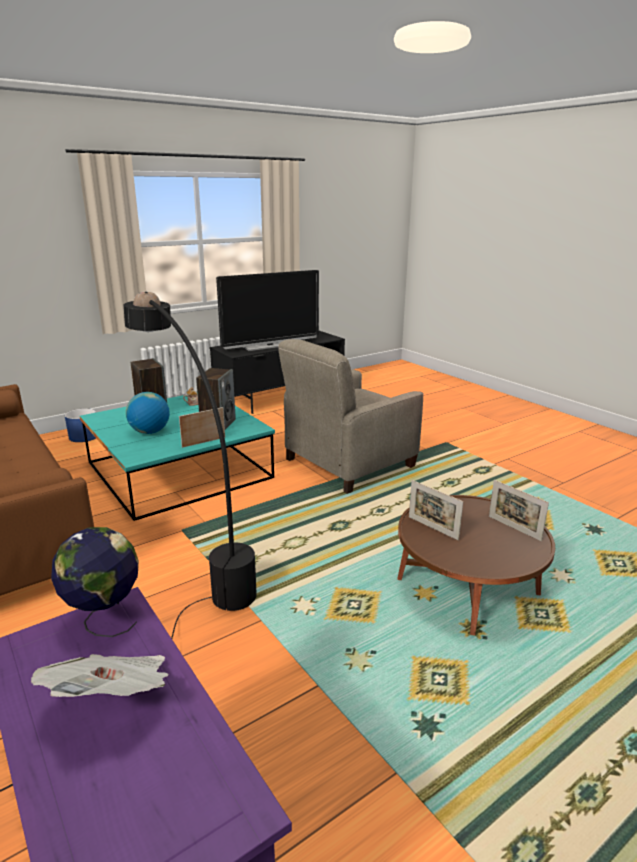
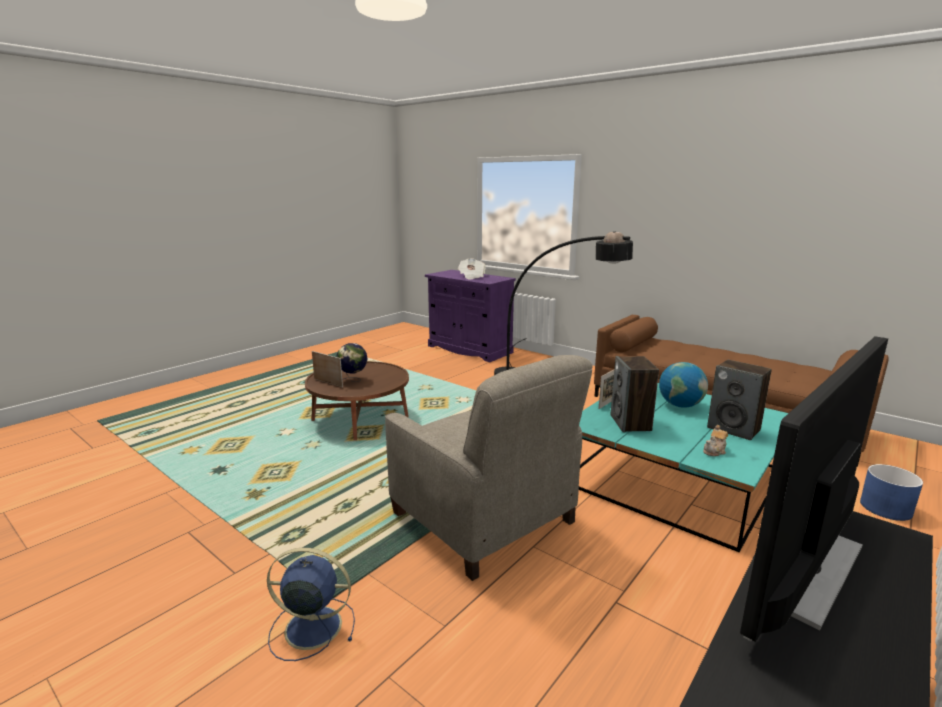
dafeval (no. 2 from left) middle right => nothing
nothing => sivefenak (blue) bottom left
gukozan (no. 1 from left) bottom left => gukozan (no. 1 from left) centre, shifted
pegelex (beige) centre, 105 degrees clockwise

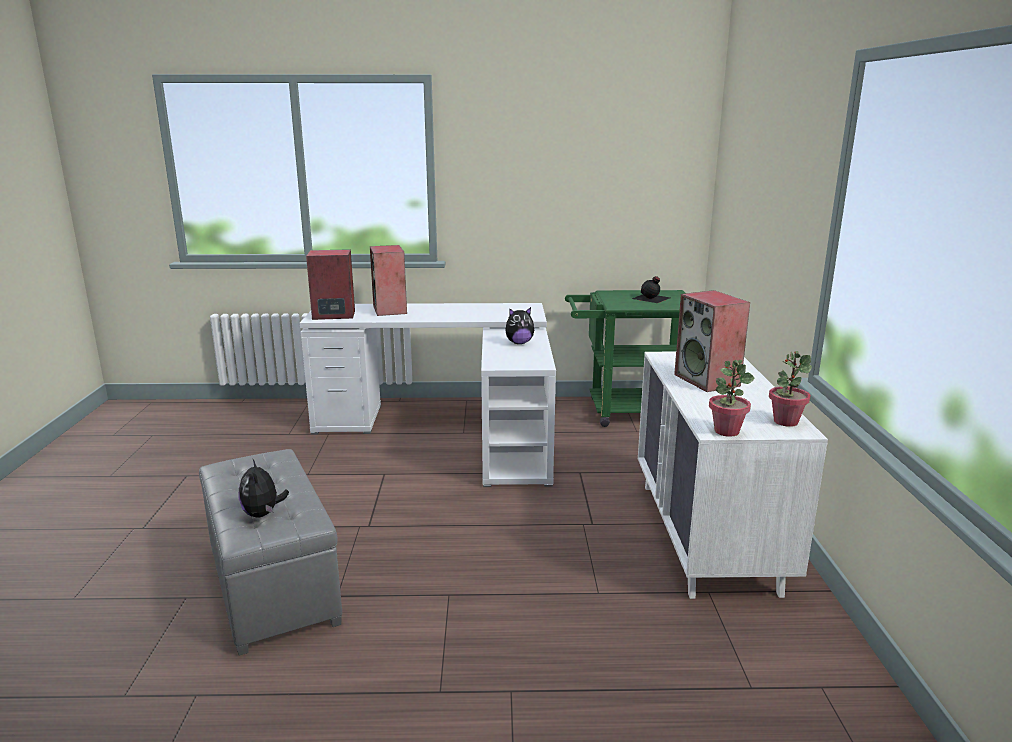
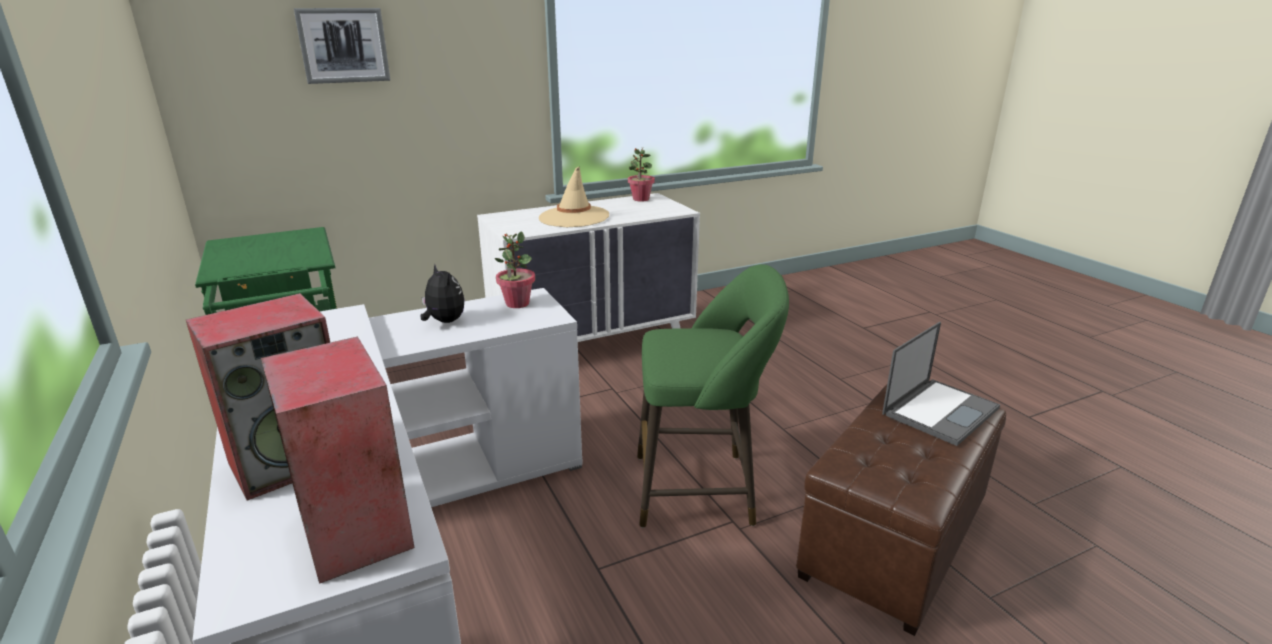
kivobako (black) centre => nothing
nothing => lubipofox top left
nothing => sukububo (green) centre
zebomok (no. 1 from left) middle right => zebomok (no. 1 from left) centre, shifted
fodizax (no. 1 from left) middle left => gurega middle right
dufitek (no. 3 from left) middle right => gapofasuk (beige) top centre
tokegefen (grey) bottom left => tokegefen (brown) bottom right

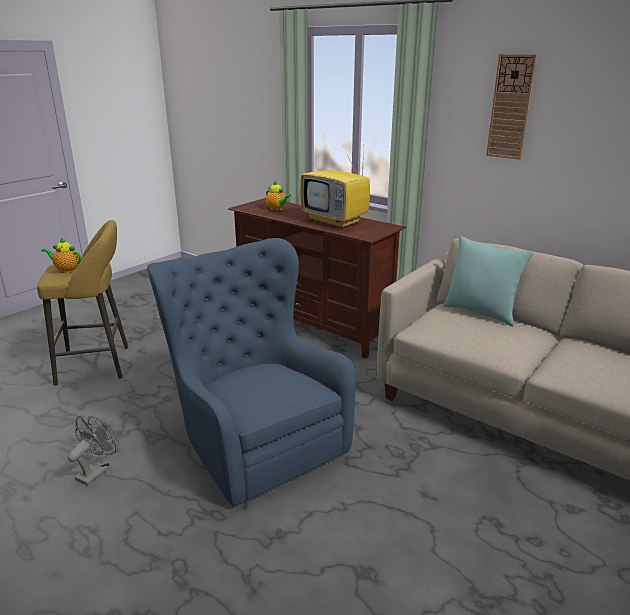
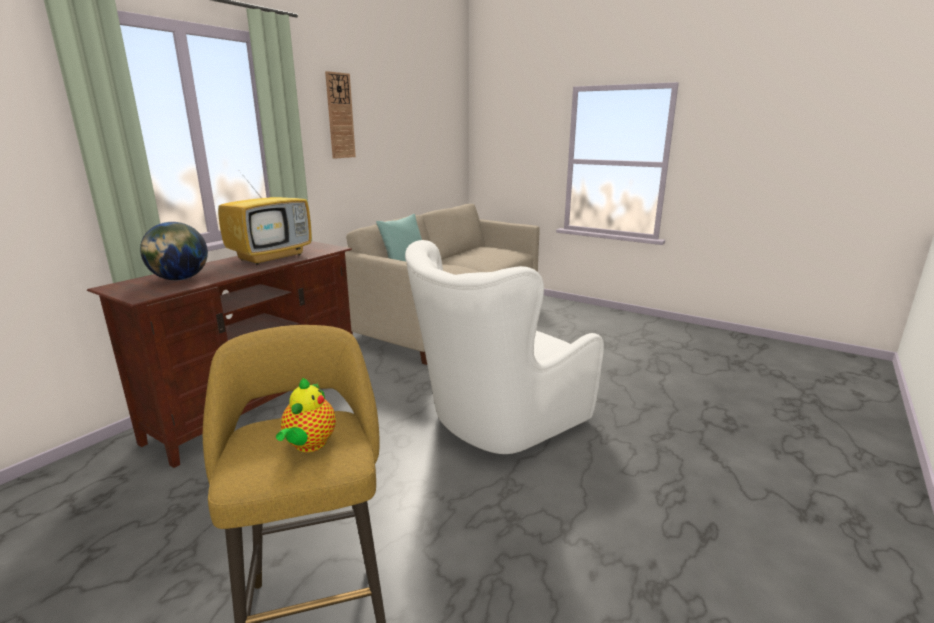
sivefenak (grey) bottom left => nothing
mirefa (no. 2 from left) top centre => gukozan middle left
pegelex (blue) centre => pegelex (white) centre

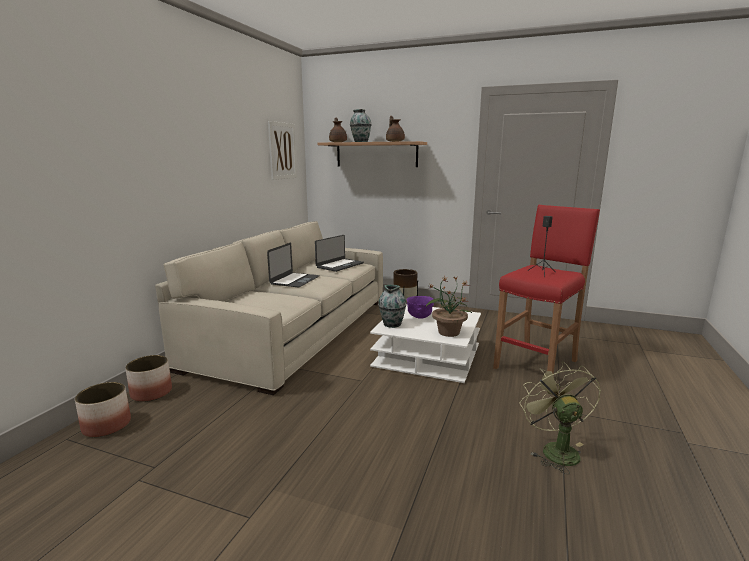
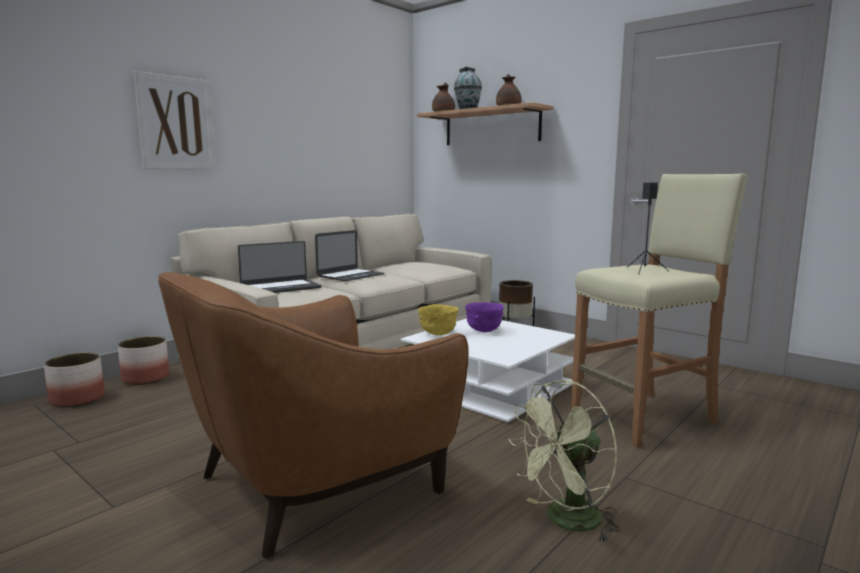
zebomok centre => nothing
nothing => pegelex (brown) bottom centre
lubipofox top centre => lubipofox top left, shifted
gurega (no. 2 from left in the first image) centre => gurega (no. 1 from left) middle left, shifted
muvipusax (no. 2 from left) centre => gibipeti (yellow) centre
sukububo (red) middle right => sukububo (beige) middle right
sivefenak (green) bottom right => sivefenak (green) bottom centre, 135 degrees counterclockwise

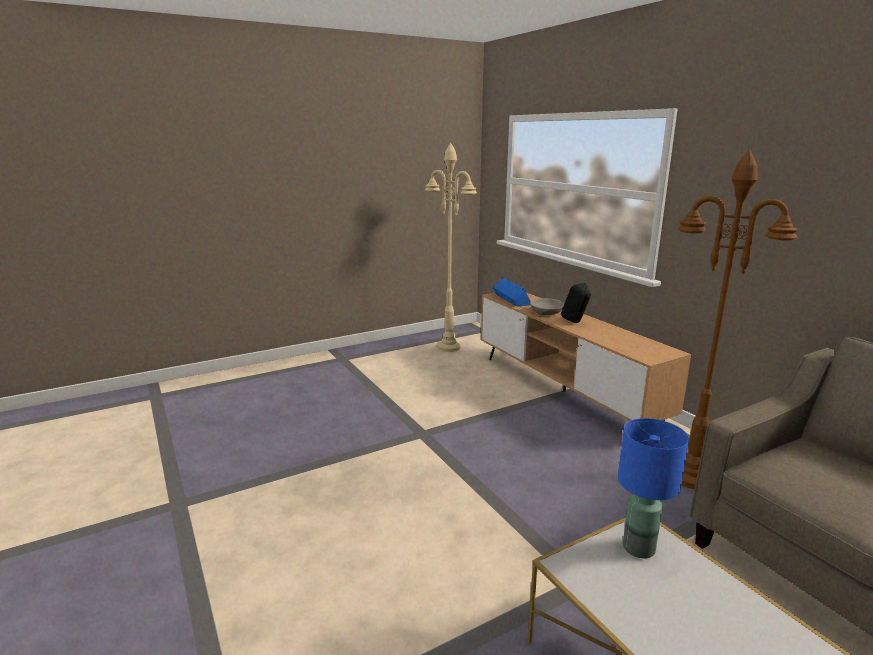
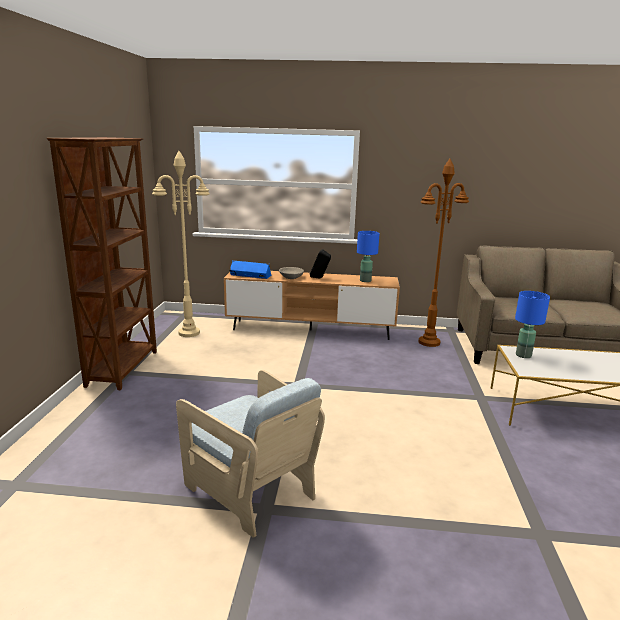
nothing => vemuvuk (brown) middle left
nothing => pegelex (beige) bottom centre
nothing => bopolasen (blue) (no. 1 from left) centre

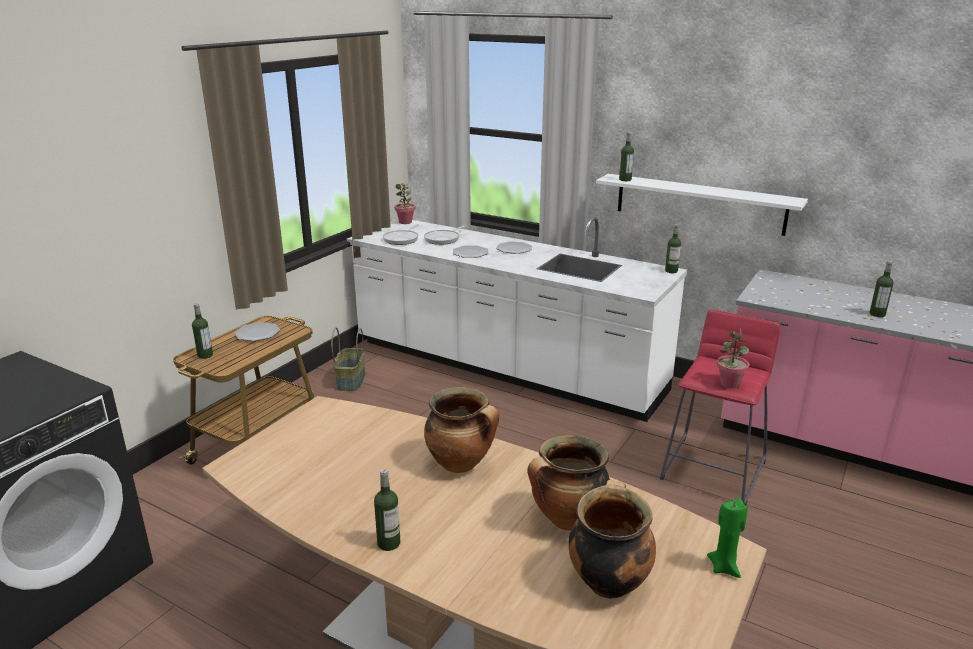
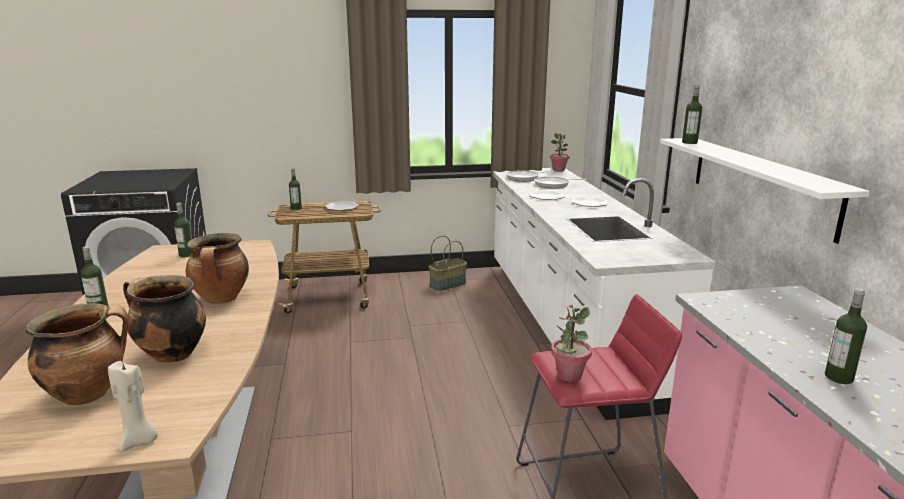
kivobako (no. 4 from left in the first image) middle right => kivobako (no. 2 from left) middle left, shifted
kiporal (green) bottom right => kiporal (beige) bottom left

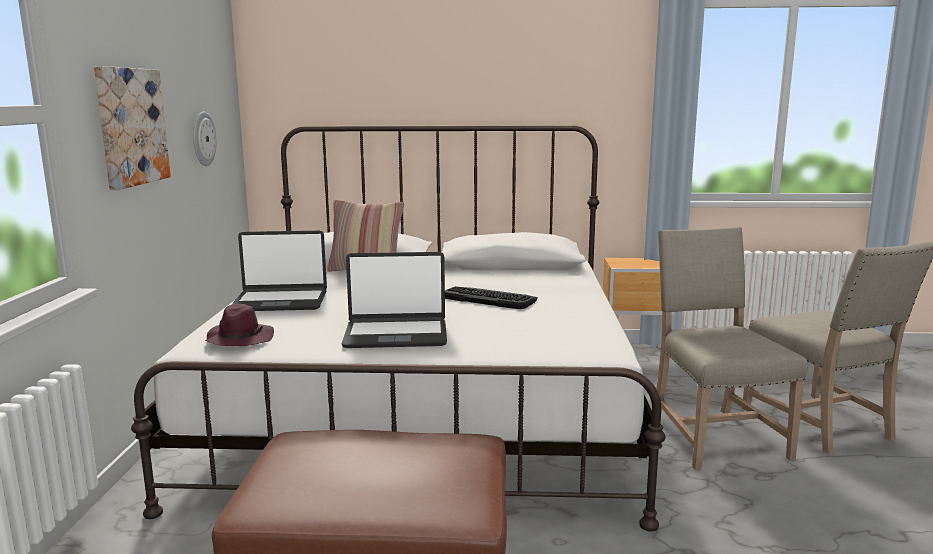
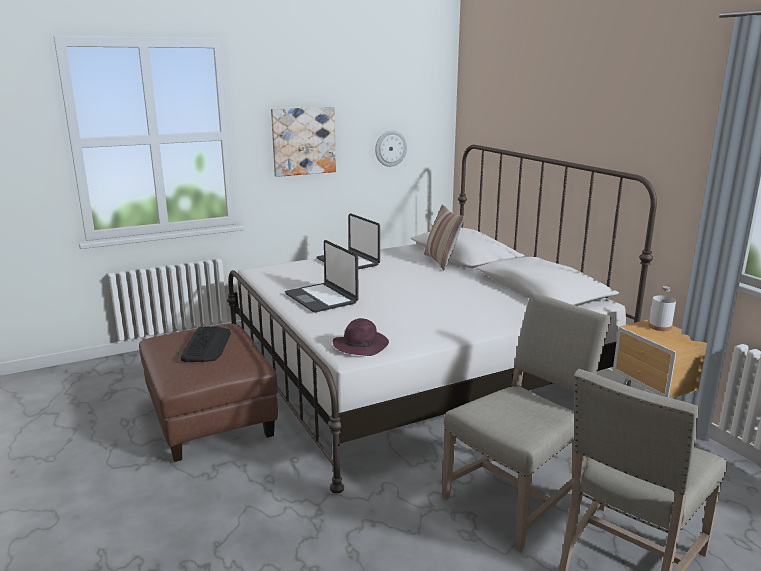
nothing => kivobako (white) middle right
gapofasuk (purple) middle left => gapofasuk (purple) centre, shifted
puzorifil centre => puzorifil middle left, shifted

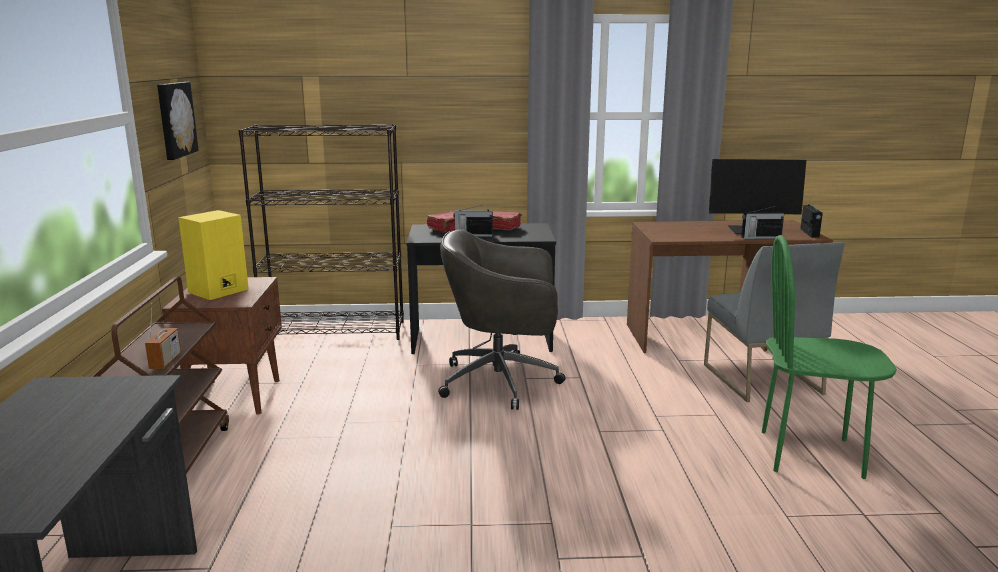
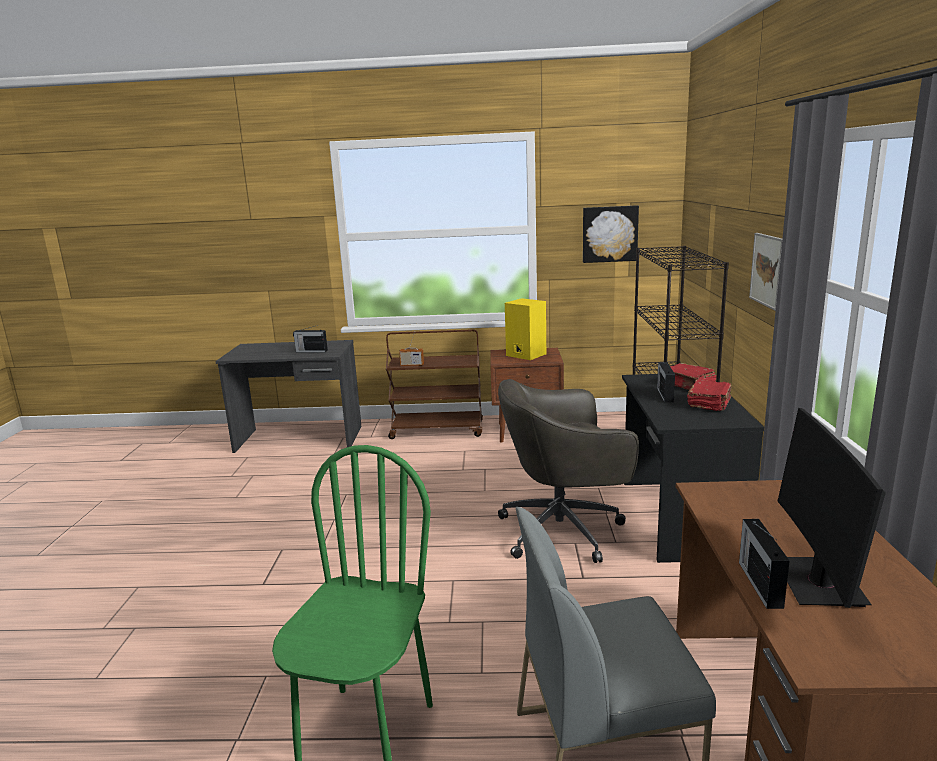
nothing => lubipofox (no. 2 from left) middle right
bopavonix (no. 4 from left in the first image) middle right => bopavonix (no. 1 from left) middle left, shifted
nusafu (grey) centre, 105 degrees counterclockwise

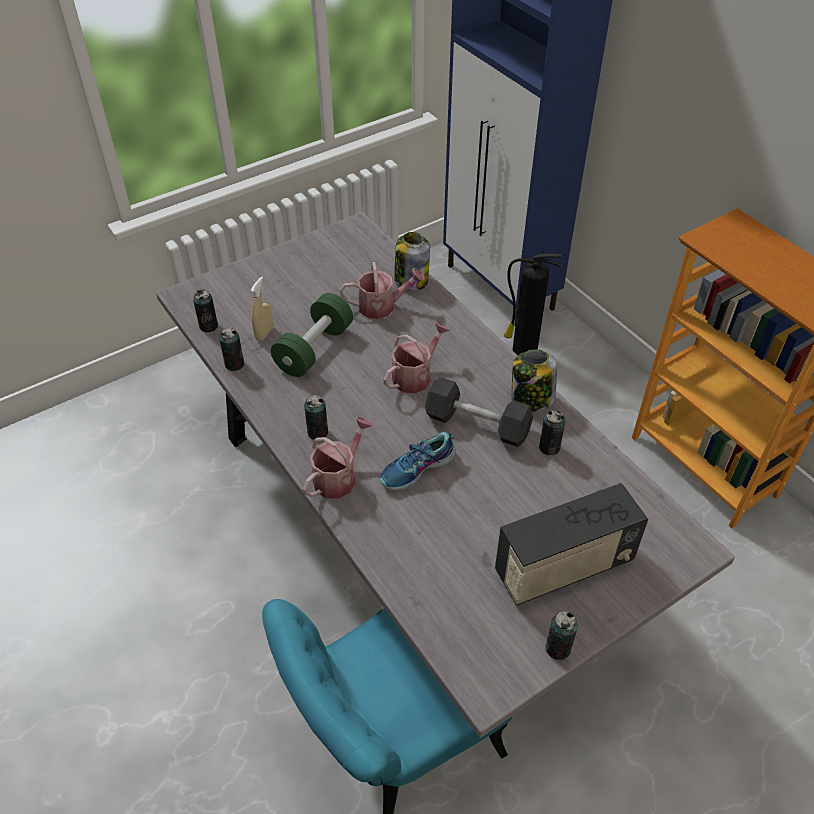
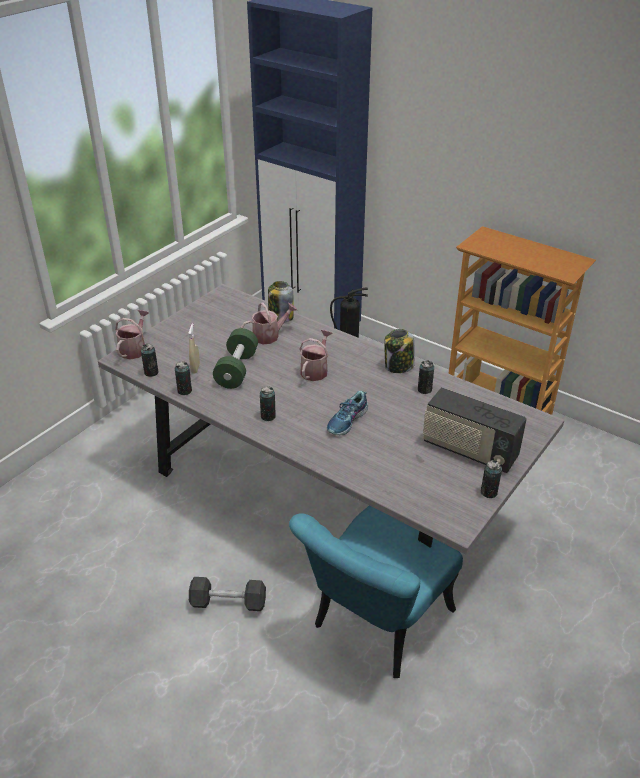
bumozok (no. 1 from left) centre => bumozok (no. 1 from left) middle left, shifted
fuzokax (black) centre => fuzokax (black) bottom centre, shifted
bopavonix bottom right => bopavonix middle right, 75 degrees clockwise

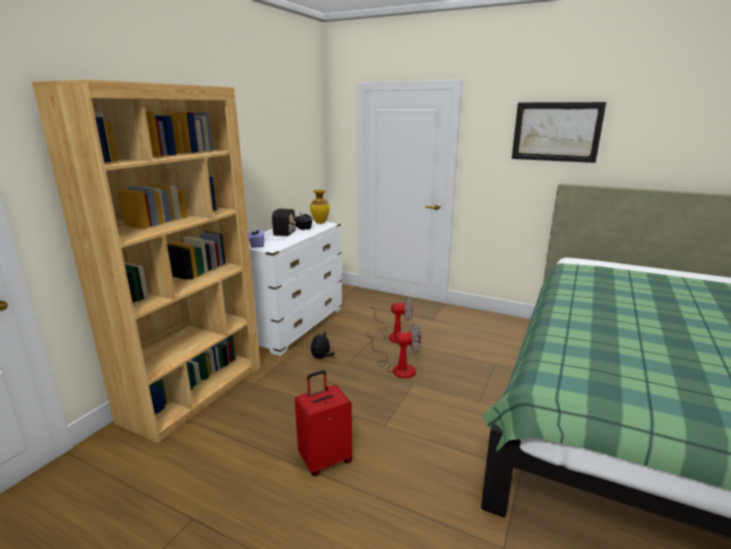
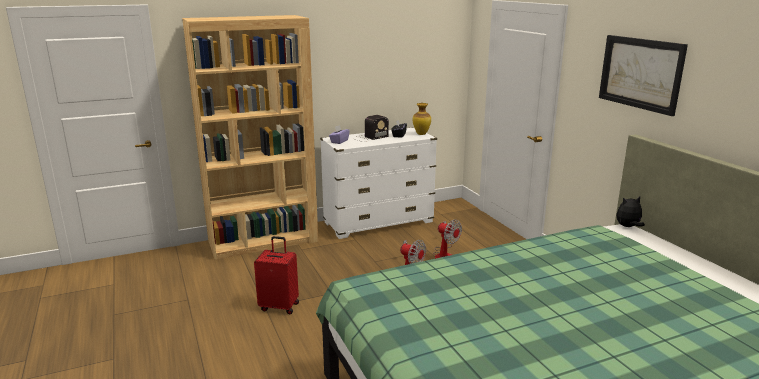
fodizax centre => fodizax middle right, shifted

